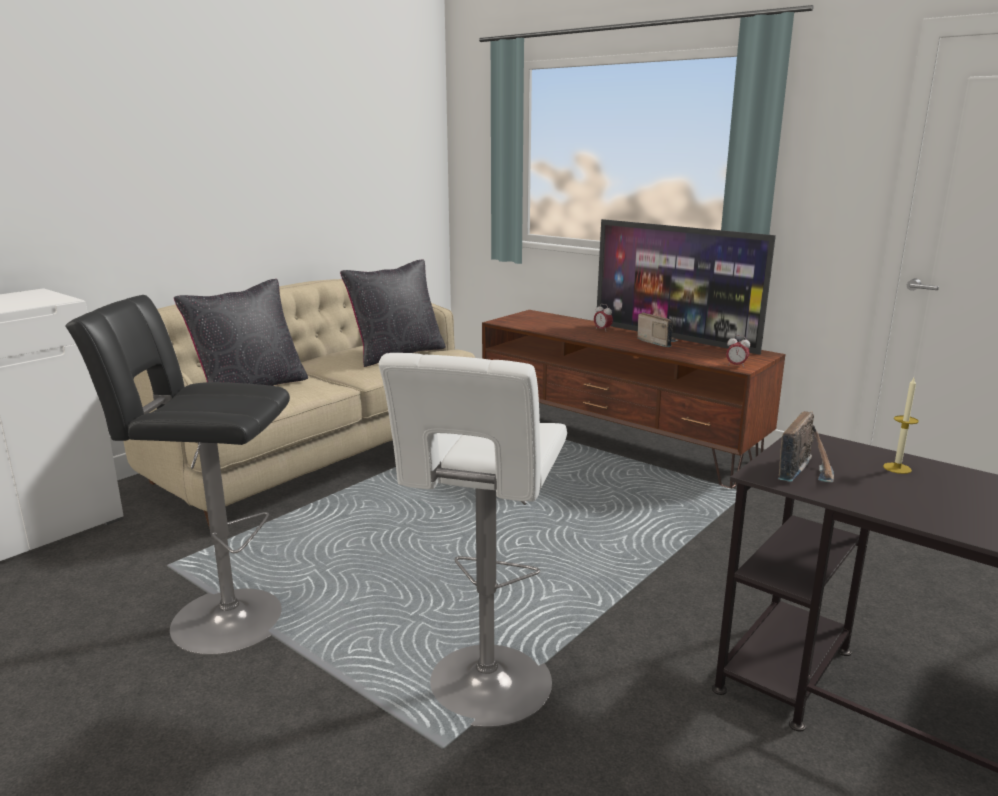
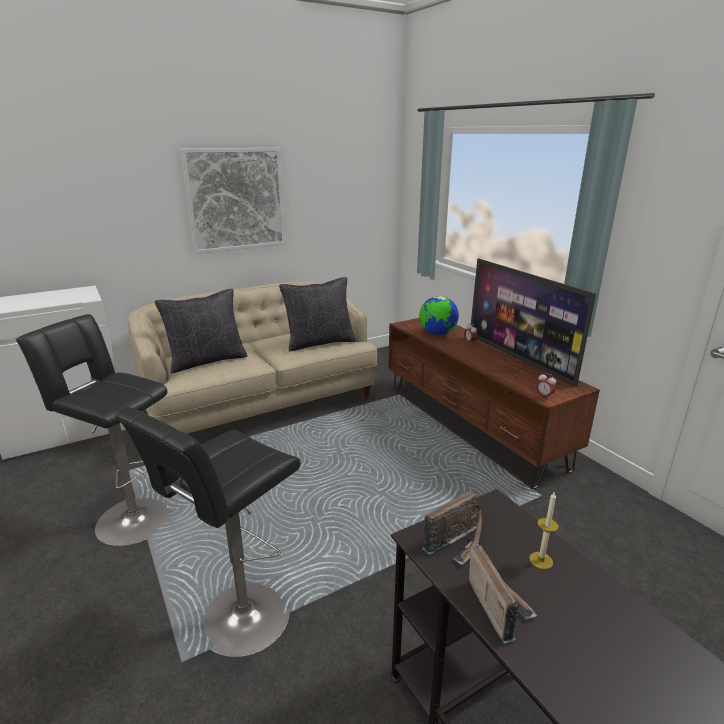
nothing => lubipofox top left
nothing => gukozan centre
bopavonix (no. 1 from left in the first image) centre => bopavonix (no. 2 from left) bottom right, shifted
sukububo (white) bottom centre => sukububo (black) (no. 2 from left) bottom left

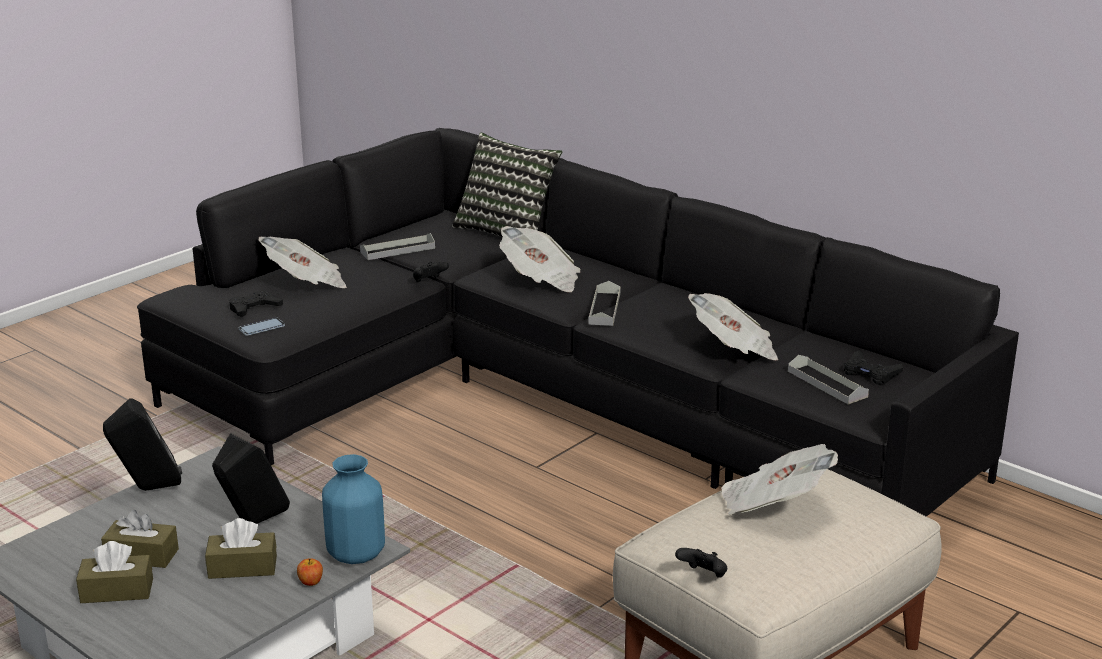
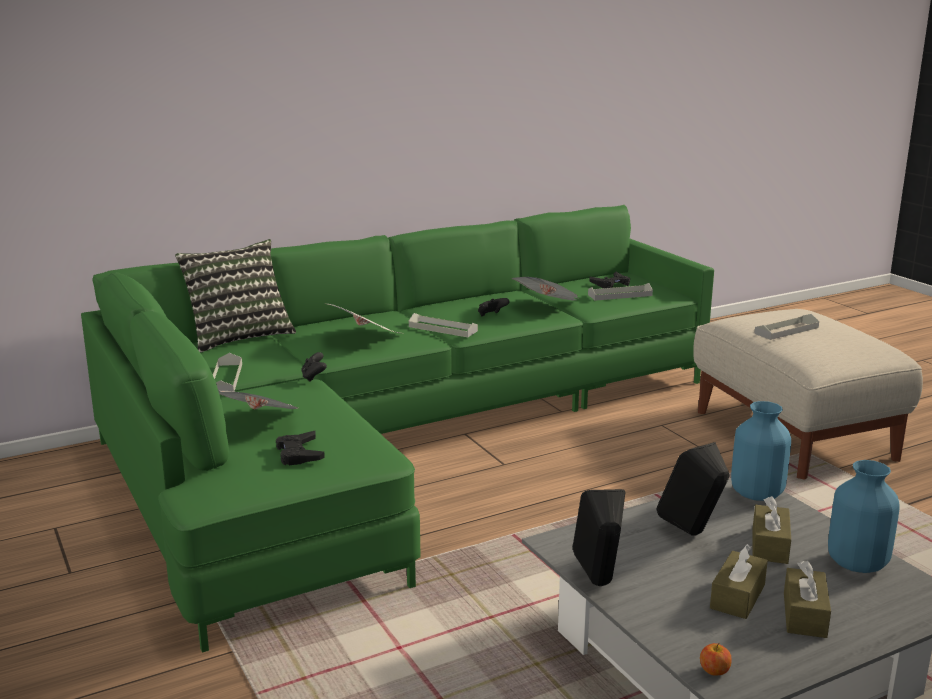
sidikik middle left => nothing
nothing => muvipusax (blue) (no. 2 from left) bottom right
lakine bottom left => lakine bottom right, shifted
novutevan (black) (no. 3 from left) bottom centre => novutevan (black) (no. 3 from left) centre, shifted
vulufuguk (no. 4 from left) bottom right => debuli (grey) (no. 4 from left) middle right
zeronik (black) centre => zeronik (green) centre

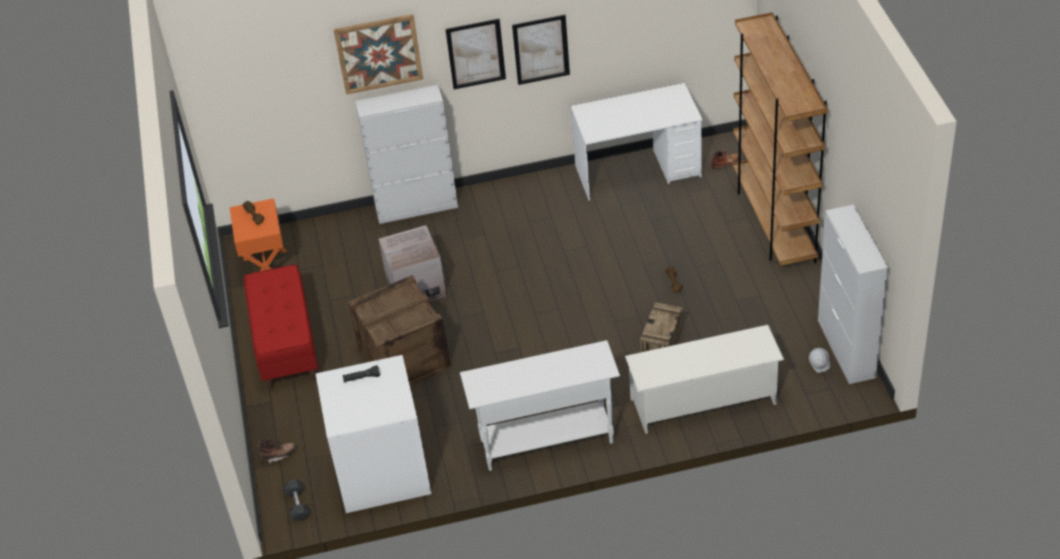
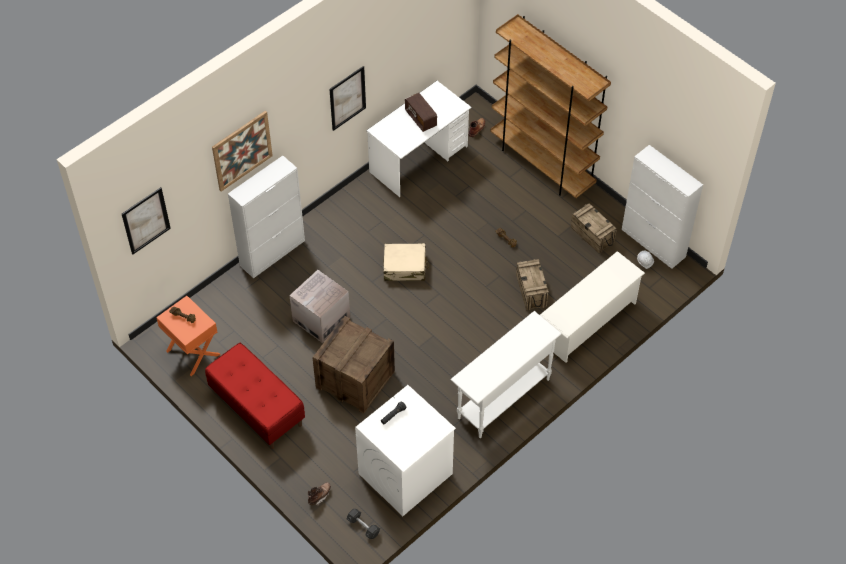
nothing => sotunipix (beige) centre
nothing => bopavonix top centre
nothing => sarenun (no. 3 from left) middle right
lubipofox (no. 2 from left in the first image) top centre => lubipofox (no. 1 from left) middle left, shifted

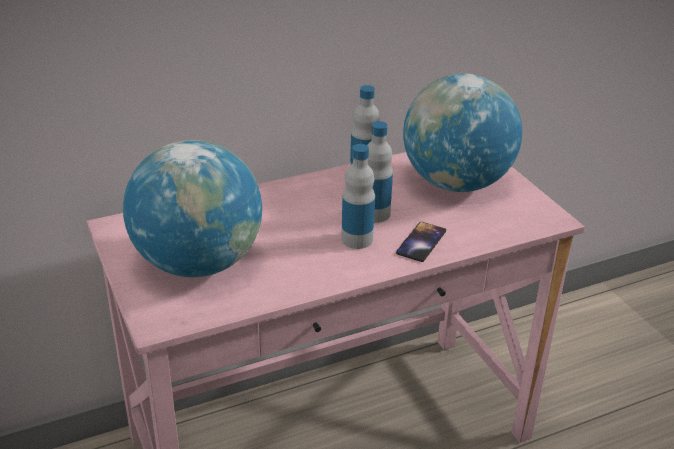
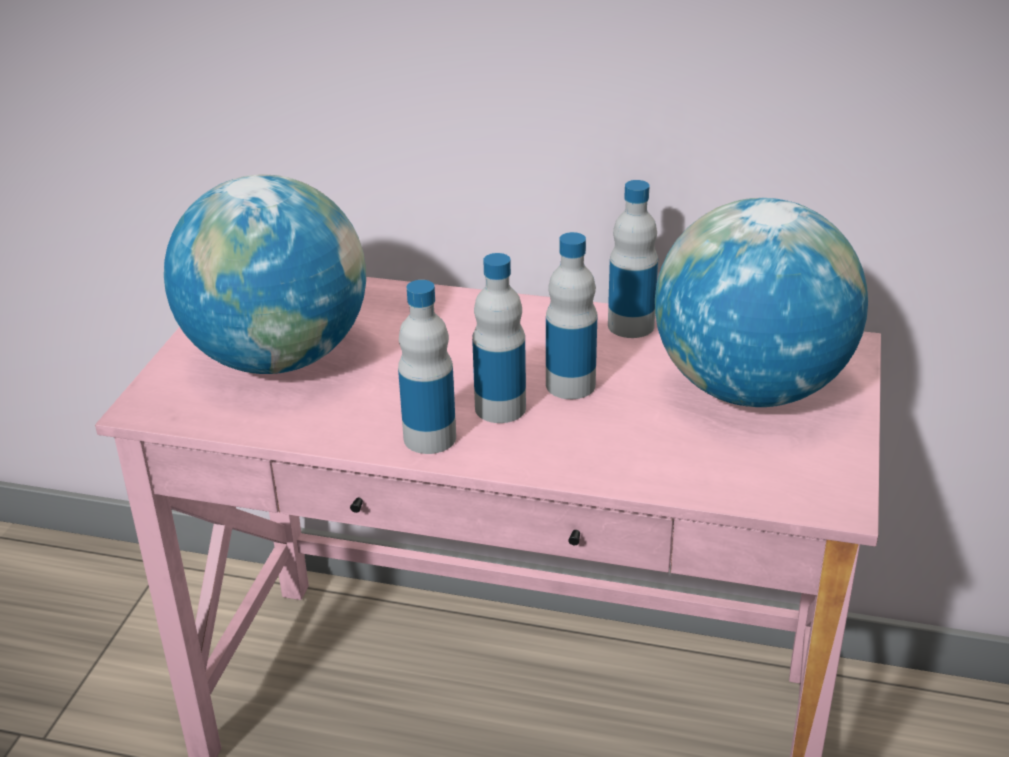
sidikik centre => nothing
nothing => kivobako (no. 1 from left) centre

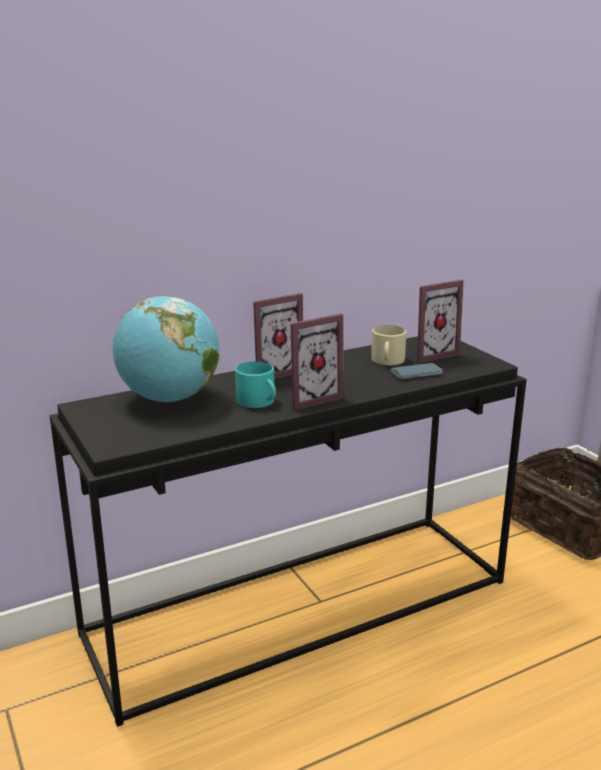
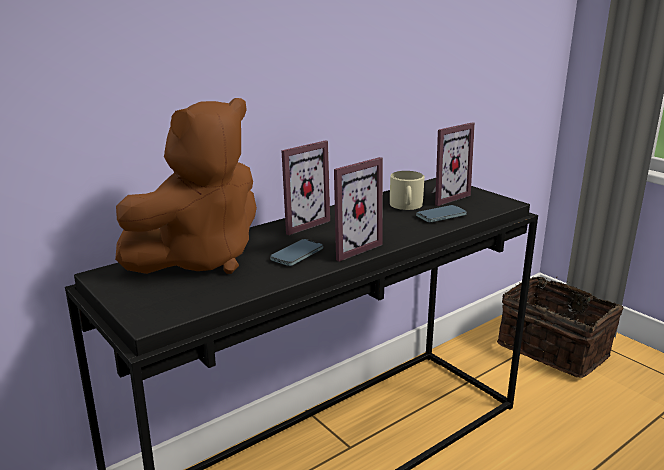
gukozan middle left => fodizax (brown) middle left
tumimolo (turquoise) centre => sidikik (no. 1 from left) centre

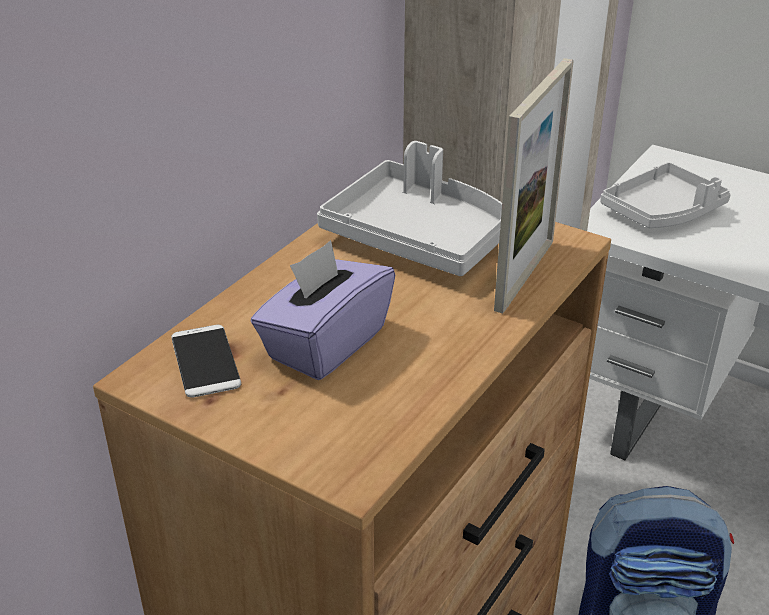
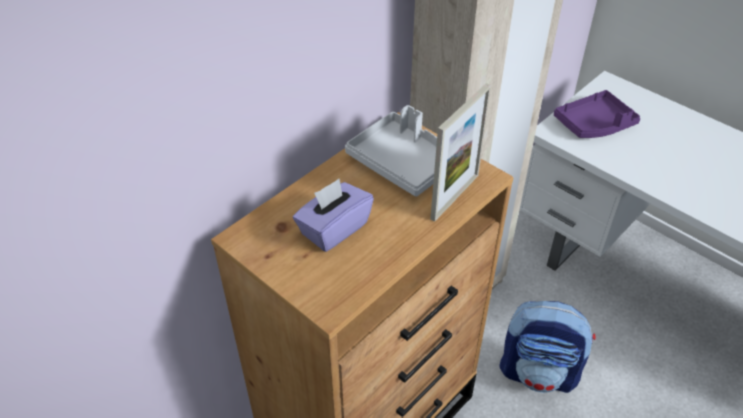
sidikik middle left => nothing
debuli (grey) (no. 2 from left) top right => debuli (purple) top right

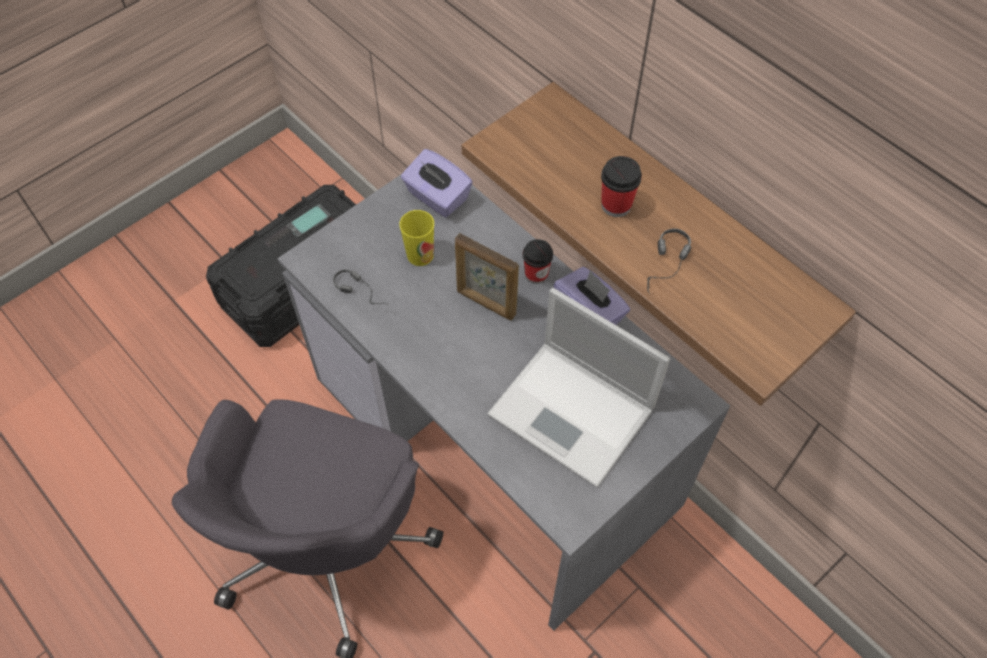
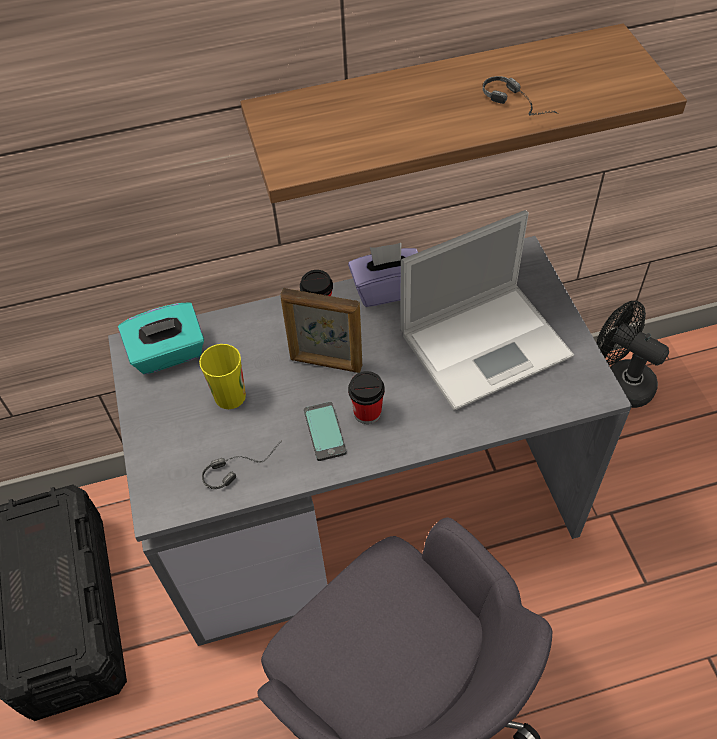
nothing => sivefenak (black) middle right
sidikik middle left => sidikik centre, shifted
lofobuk (no. 3 from left) top centre => lofobuk (no. 3 from left) centre, shifted
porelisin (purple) (no. 1 from left) top centre => porelisin (turquoise) middle left
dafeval centre, 45 degrees clockwise

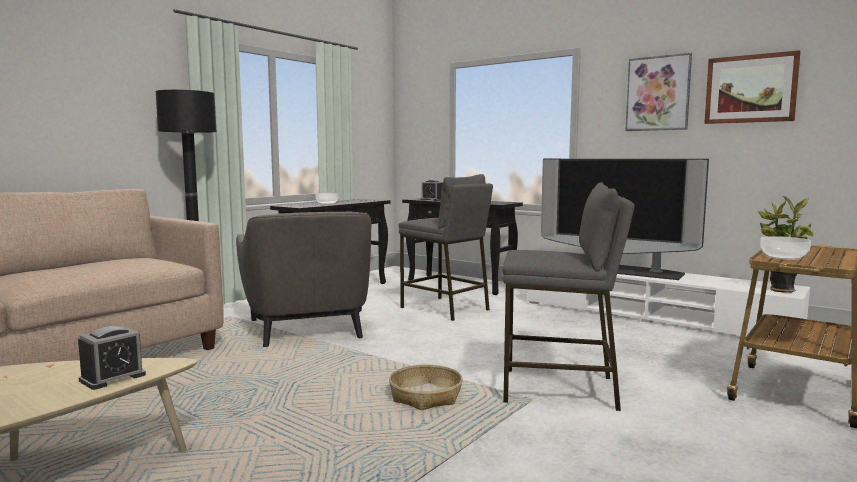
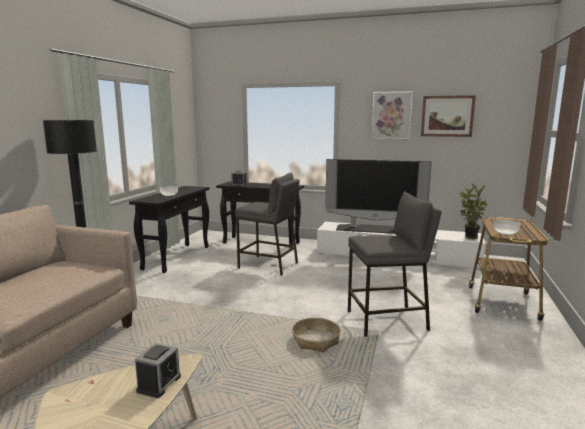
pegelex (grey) centre => nothing

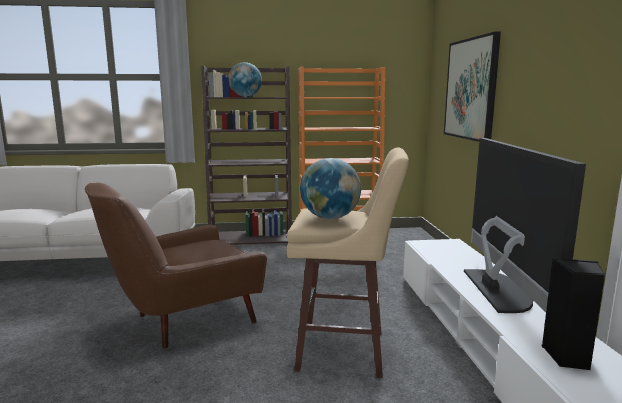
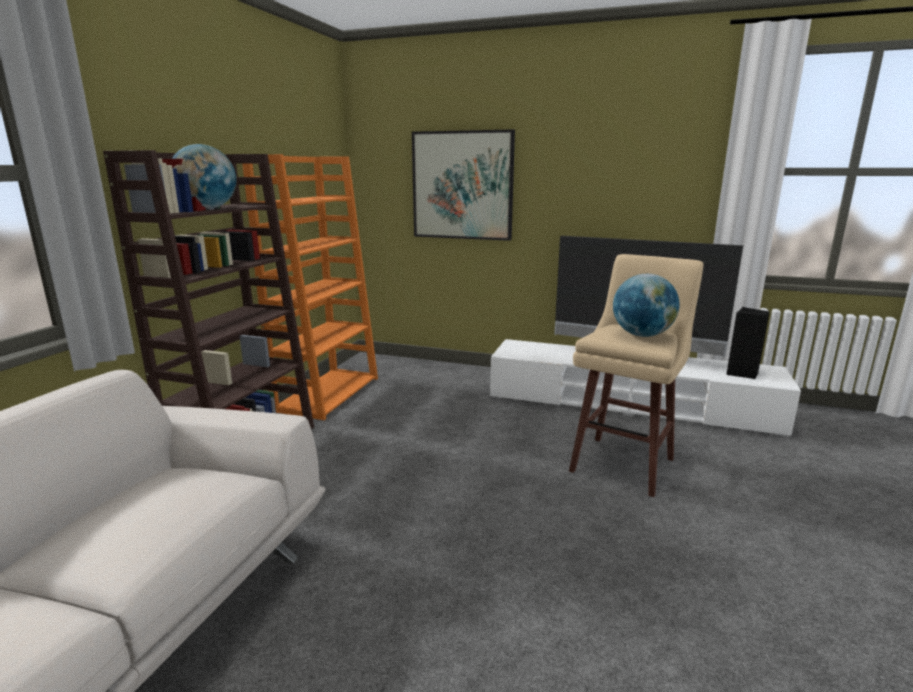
pegelex (brown) middle left => nothing

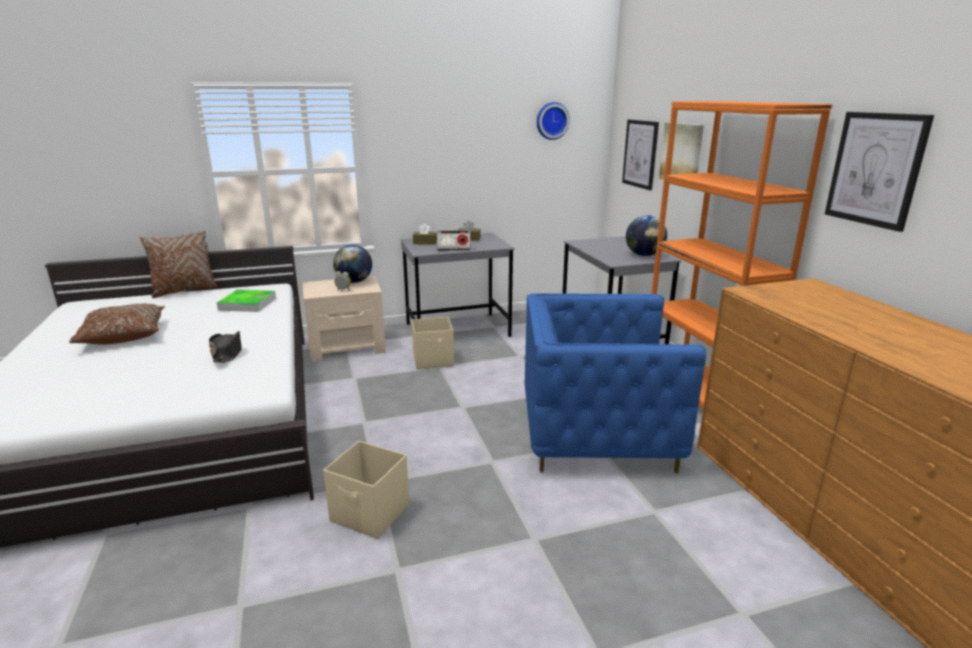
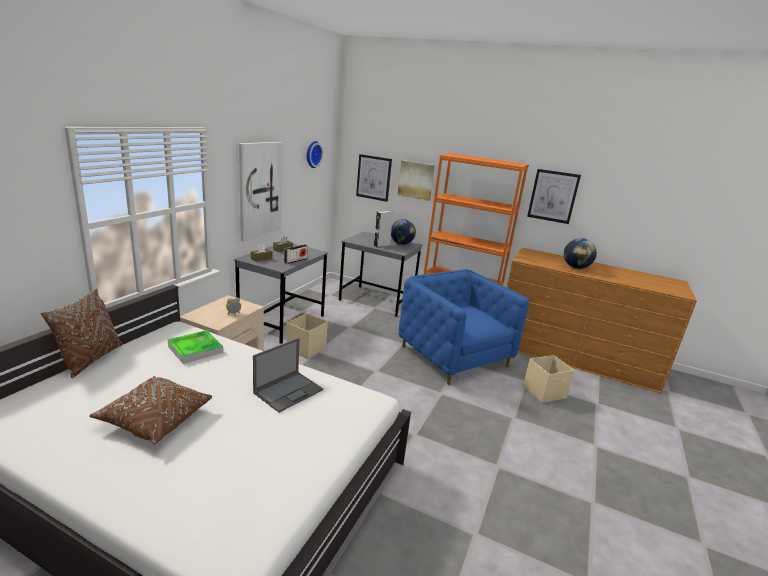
nothing => lubipofox (no. 1 from left) top centre
nothing => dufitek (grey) centre
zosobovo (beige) (no. 1 from left in the first image) bottom centre => zosobovo (beige) (no. 2 from left) middle right, shifted
gukozan (no. 1 from left in the first image) centre => gukozan (no. 2 from left) middle right, shifted
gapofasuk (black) middle left => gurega centre
pegelex (blue) centre, 105 degrees clockwise

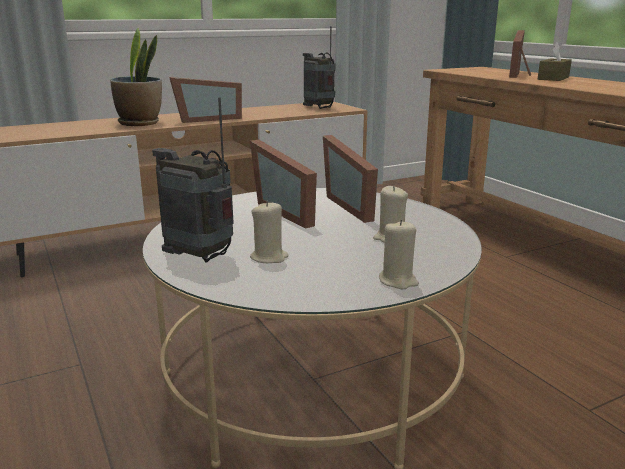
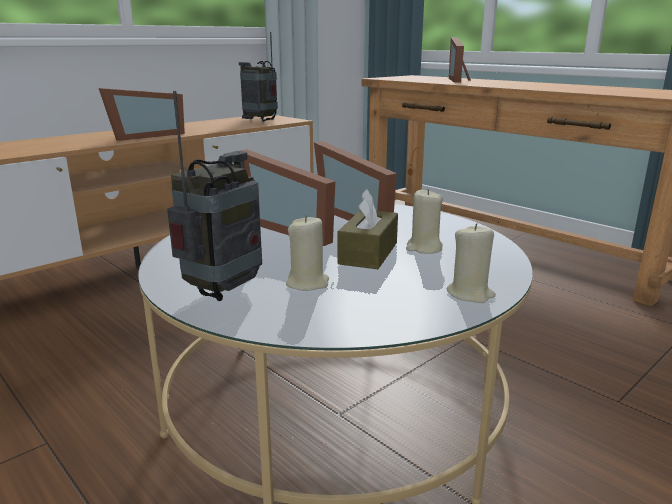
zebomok top left => nothing
porelisin (brown) top right => porelisin (brown) centre, shifted
bopavonix (no. 1 from left) middle left, 105 degrees clockwise

